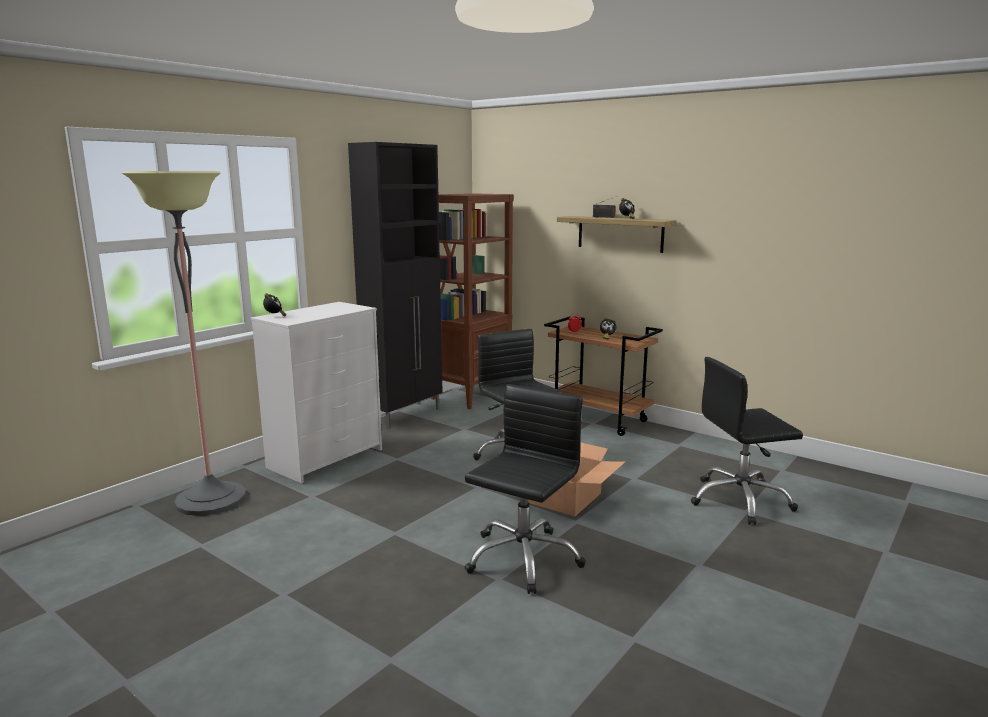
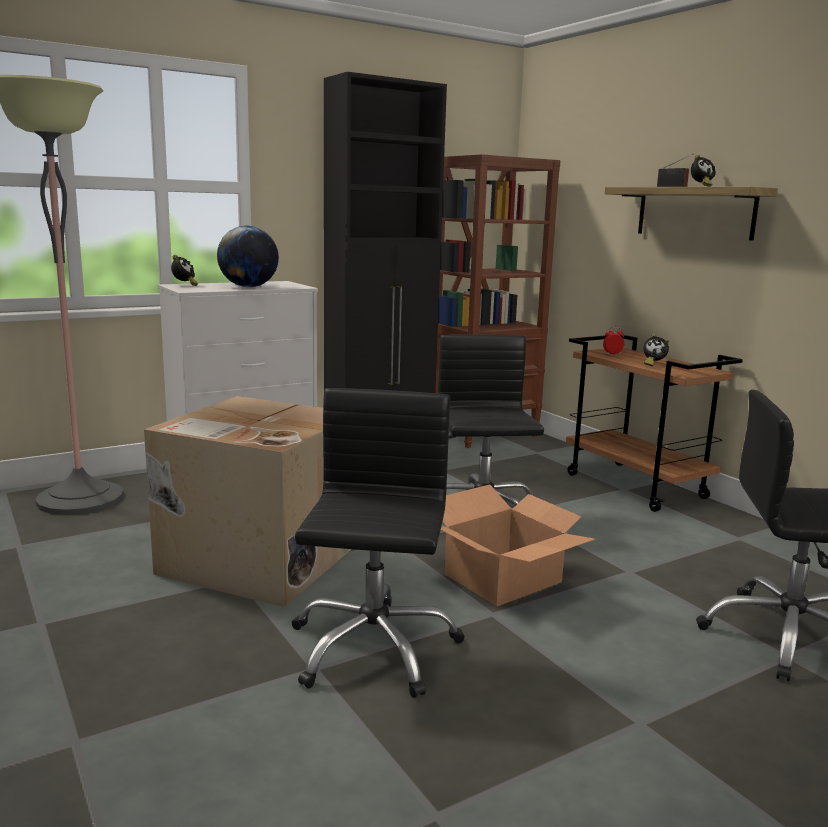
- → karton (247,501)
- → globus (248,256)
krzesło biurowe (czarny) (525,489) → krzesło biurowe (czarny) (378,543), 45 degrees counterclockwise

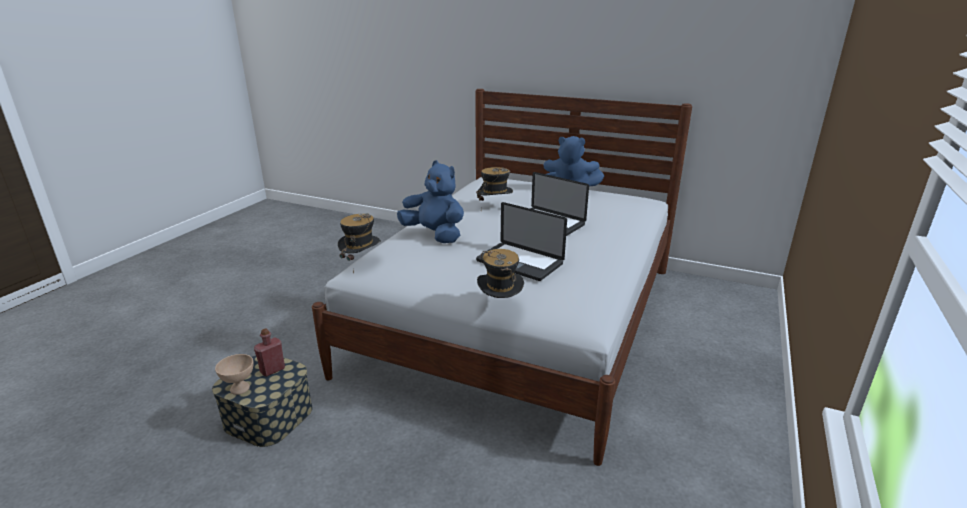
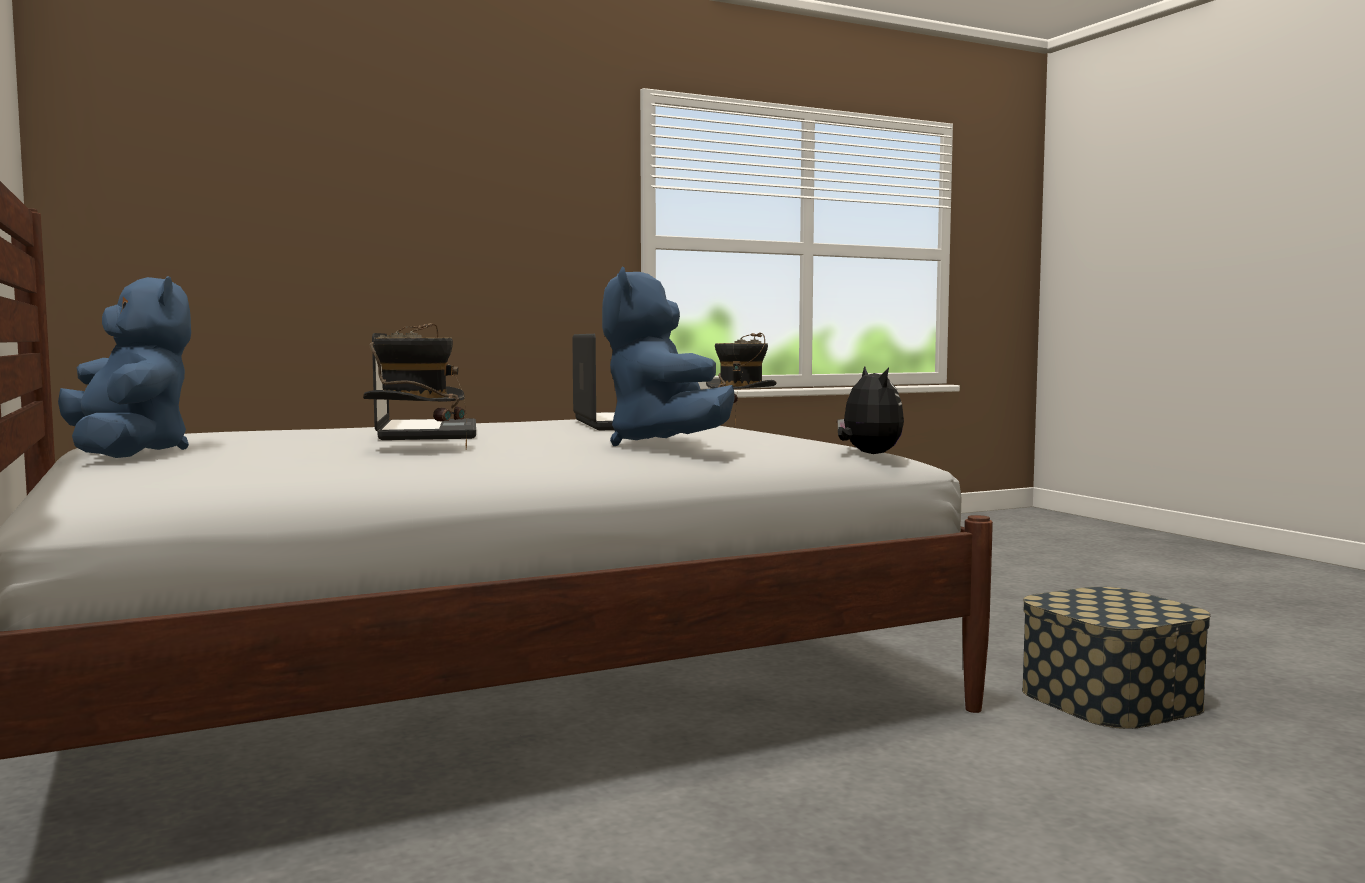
miska (beżowy) (234,374) → -
butelka (czerwony) (269,352) → -
kapelusz (359,243) → pluszak (871,410)

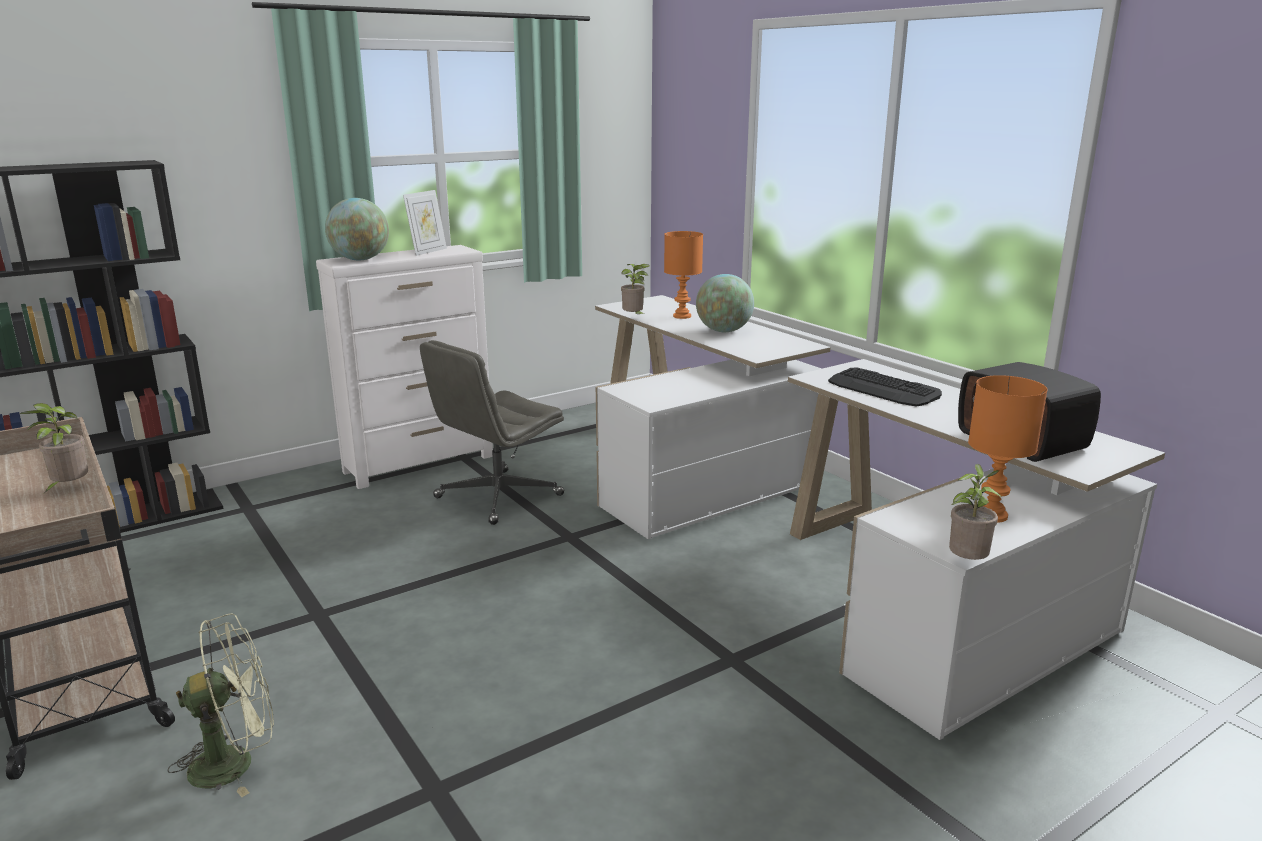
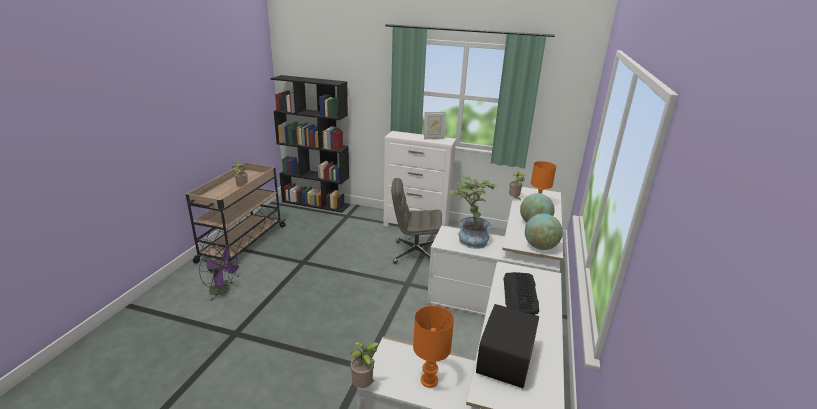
- → roślina doniczkowa (473,212)
globus (357,229) → globus (544,232), relocated
wentylator (zielony) (221,705) → wentylator (fioletowy) (220,272)

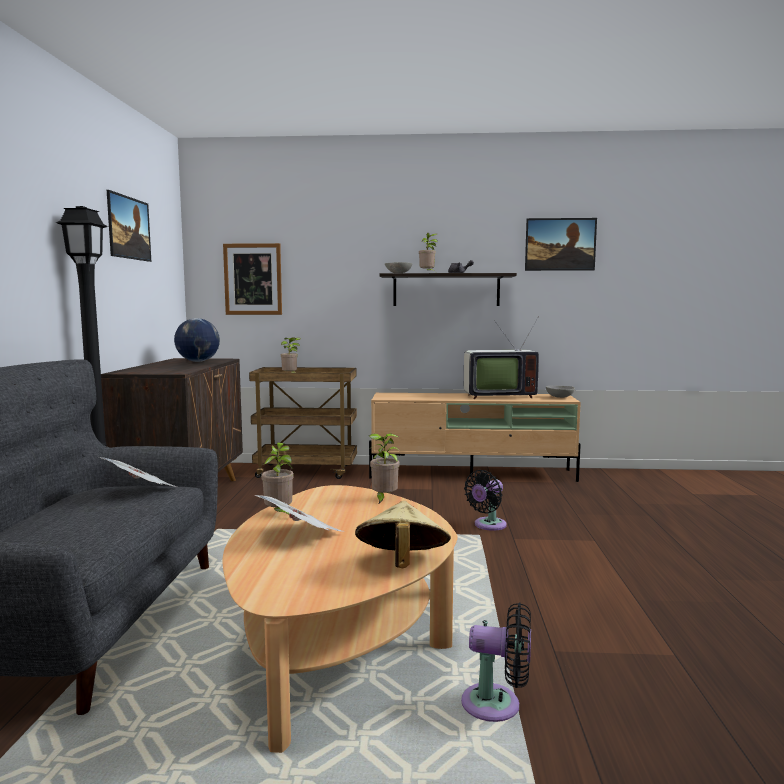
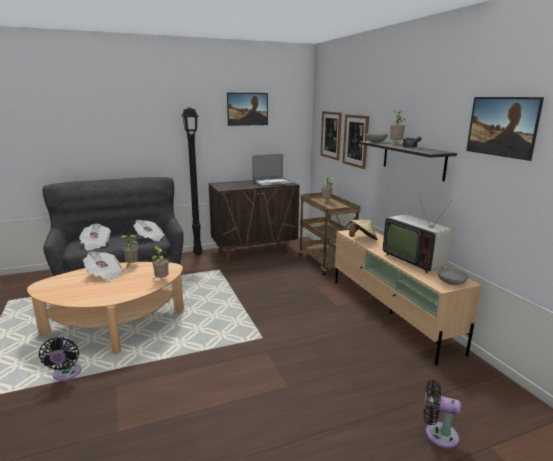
- → gazeta (95,237)
- → obraz (355,141)
kapelusz (beżowy) (403,534) → kapelusz (beżowy) (363,230), relocated
wentylator (czarny) (485,500) → wentylator (czarny) (442,414), relocated
globus (197,340) → laptop (272,170)

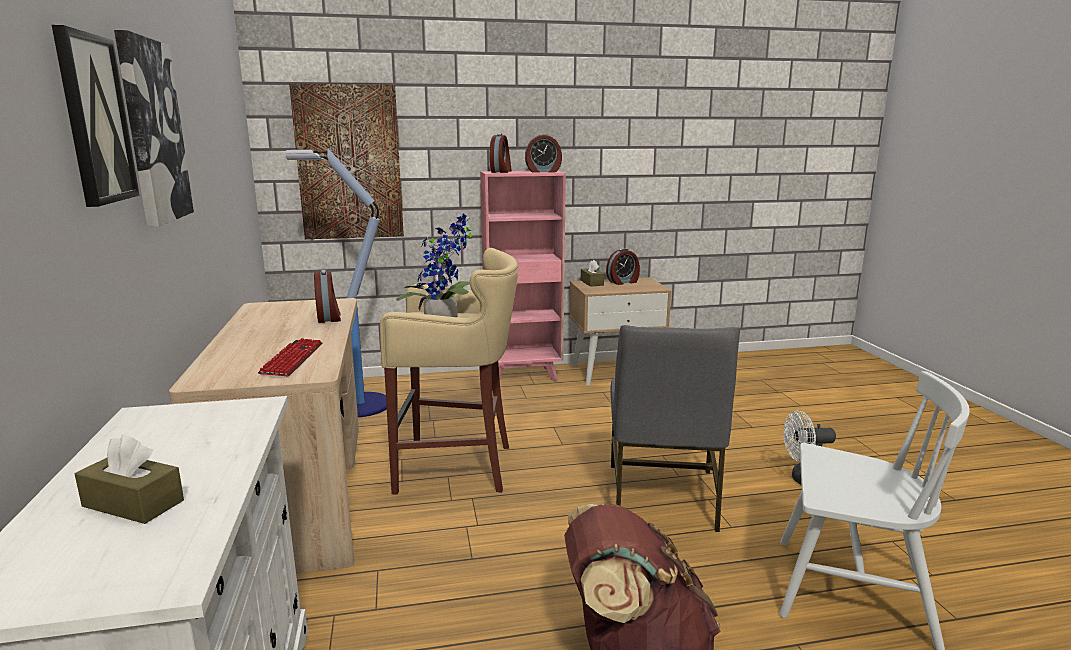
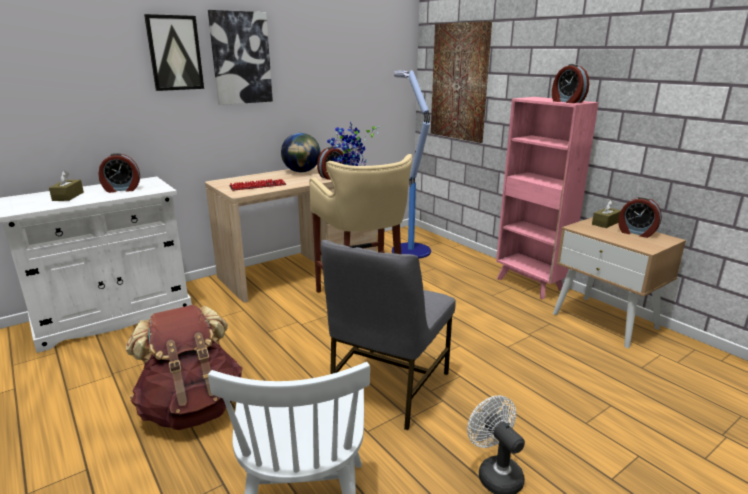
- → globus (301,152)
budzik (501,153) → budzik (119,173), relocated
krzesło (szary) (675,428) → krzesło (szary) (388,335), 45 degrees counterclockwise

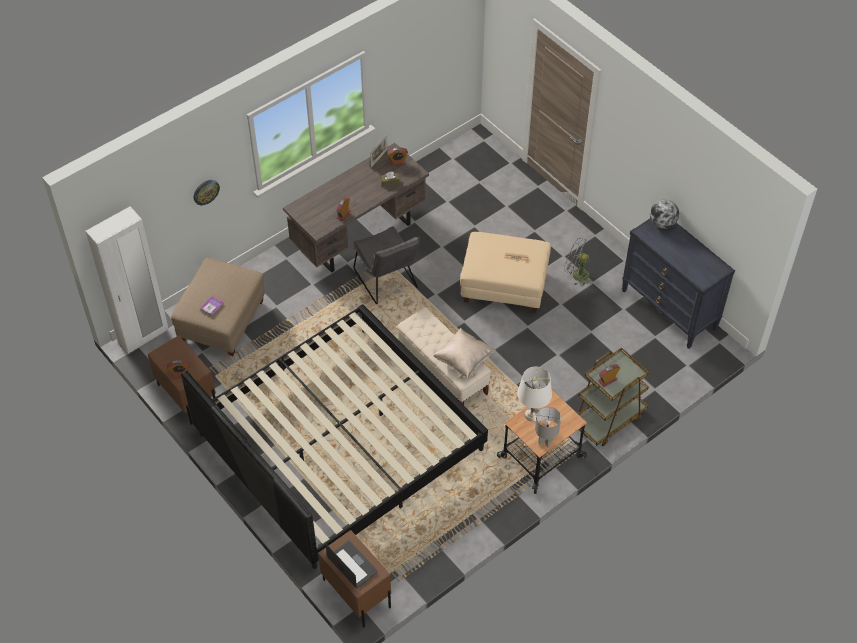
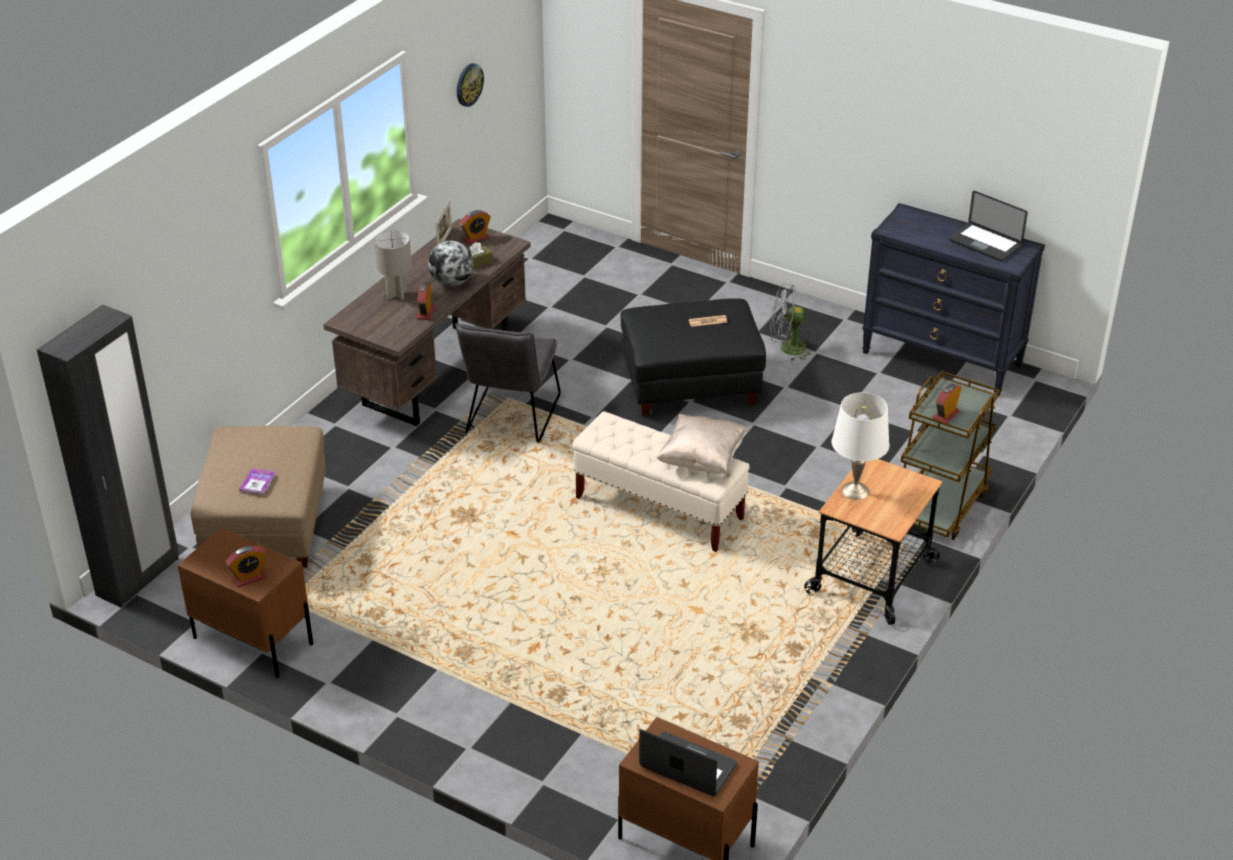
łóżko (334,436) → -
- → laptop (988,226)
zegar ścienny (207,192) → zegar ścienny (470,85), relocated
lampa stołowa (szary) (548,427) → lampa stołowa (szary) (393,265), relocated
globus (664,214) → globus (451,263), relocated
szafa (biały) (127,280) → szafa (czarny) (108,456)
pufa (beżowy) (505,272) → pufa (czarny) (693,357)
krzesło (szary) (386,265) → krzesło (szary) (508,383), 60 degrees clockwise

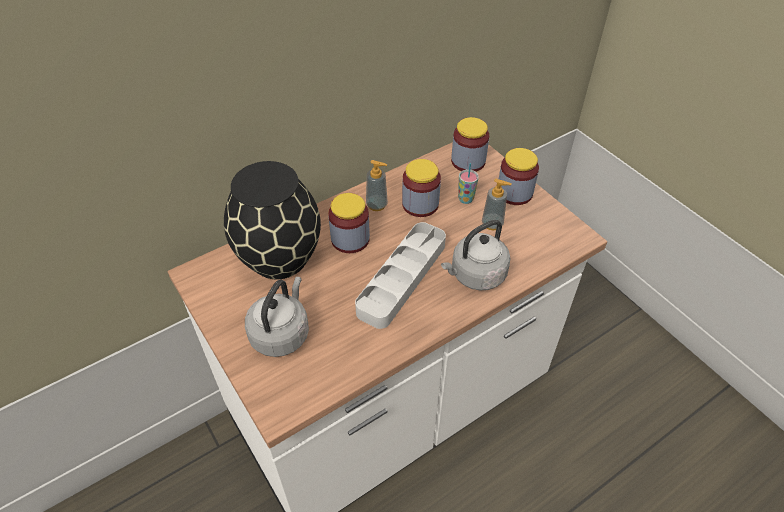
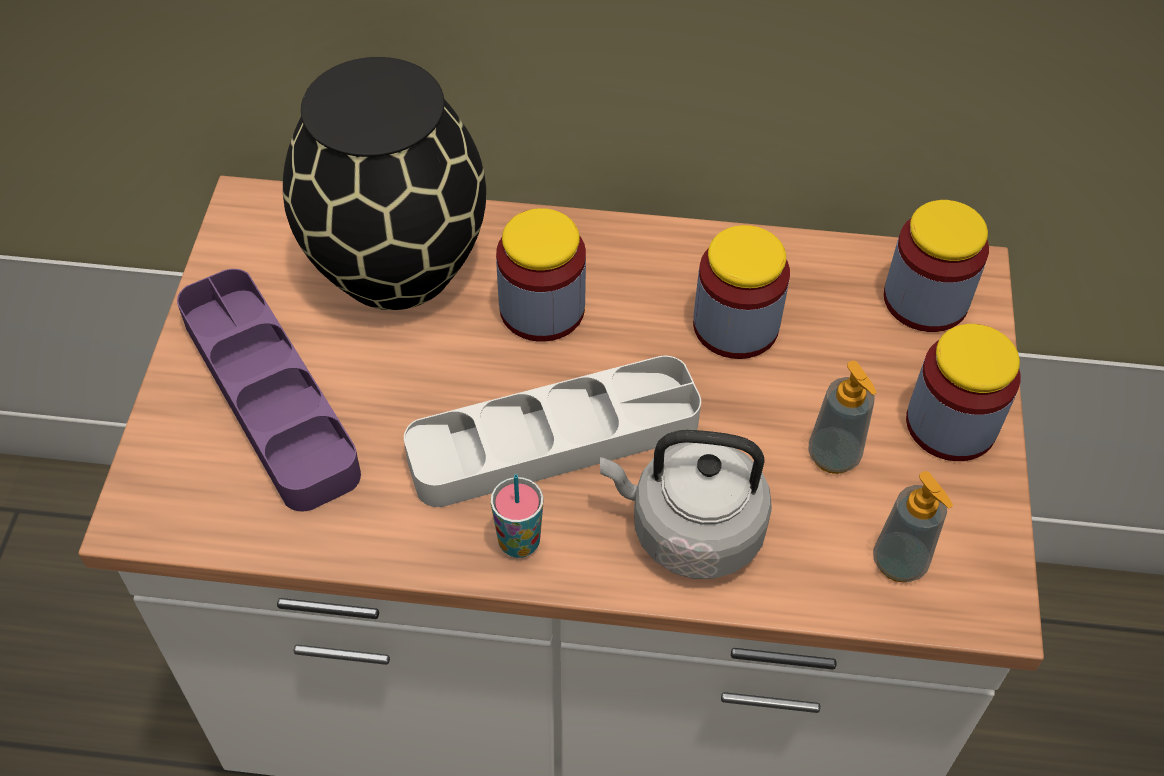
dozownik mydła (377,185) → dozownik mydła (913,526), relocated
filiżanka (468,183) → filiżanka (517,516), relocated
czajnik (szary) (277,317) → taca (fioletowy) (269,390)

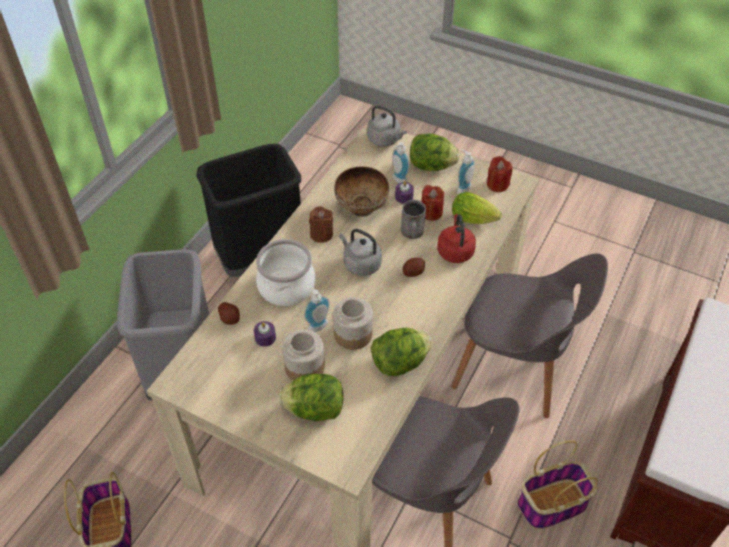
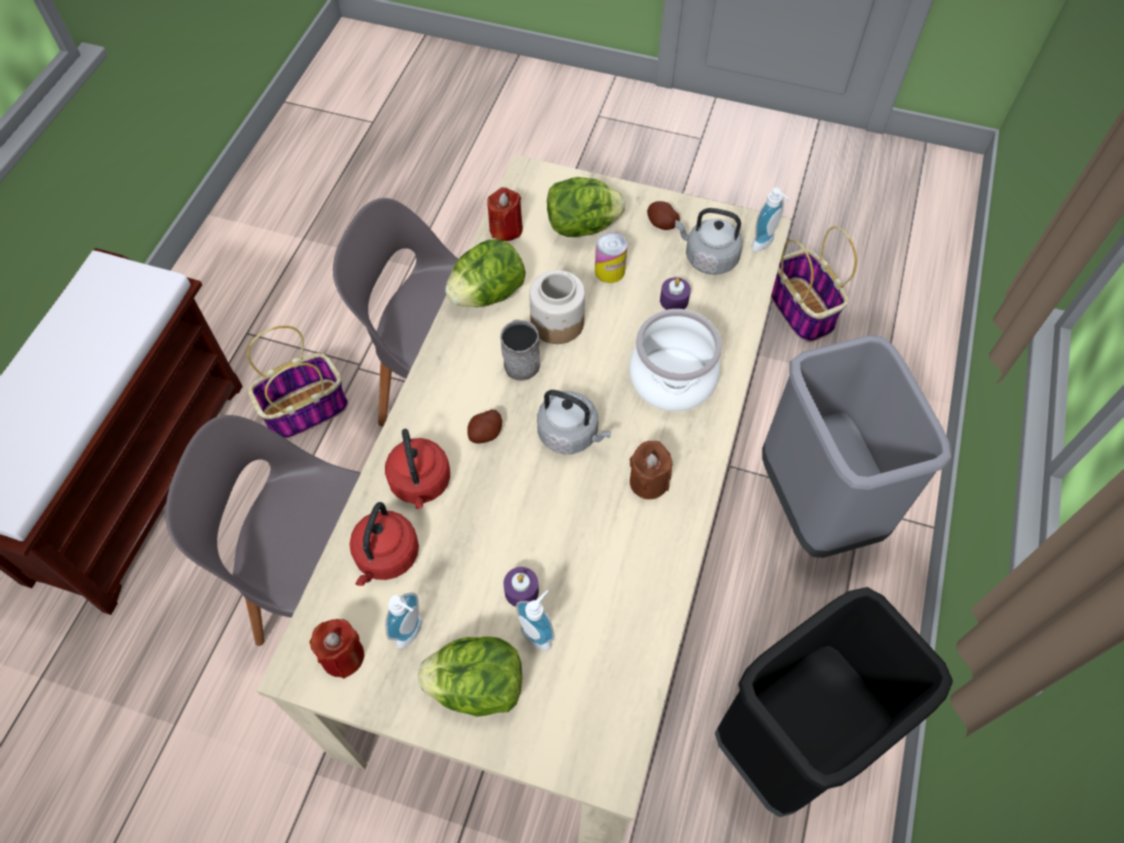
miska (361,191) → -
ziemniak (229,313) → ziemniak (663,215), relocated
dozownik mydła (317,308) → dozownik mydła (770,219), relocated
czajnik (szary) (387,126) → czajnik (szary) (709,241), relocated
kubek (szary) (413,219) → kubek (szary) (520,350), relocated
świeca (czerwony) (432,203) → świeca (czerwony) (505,214), relocated
słoik (304,354) → puszka (611,257)
sałata (477,208) → czajnik (czerwony) (384,544)

